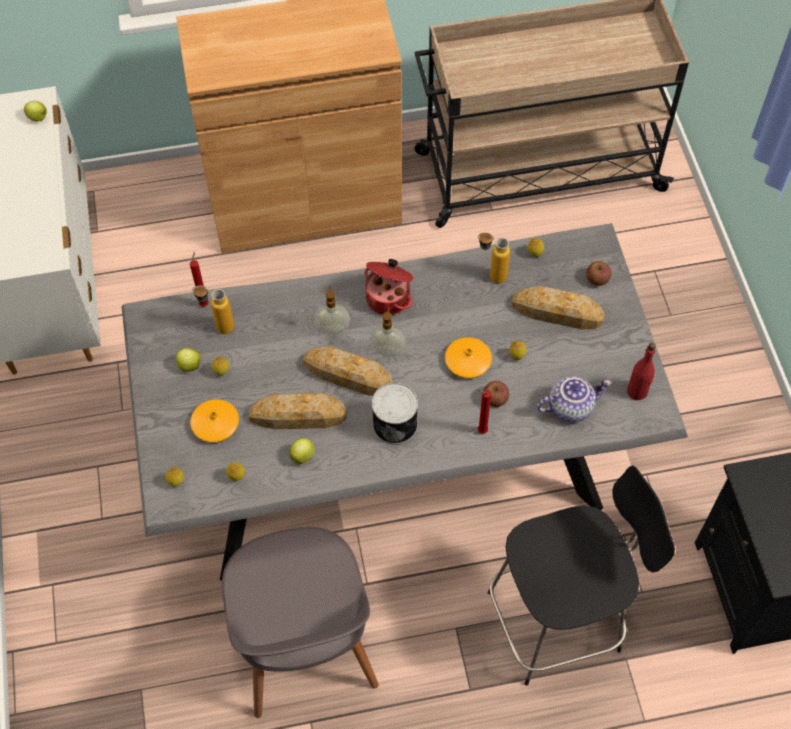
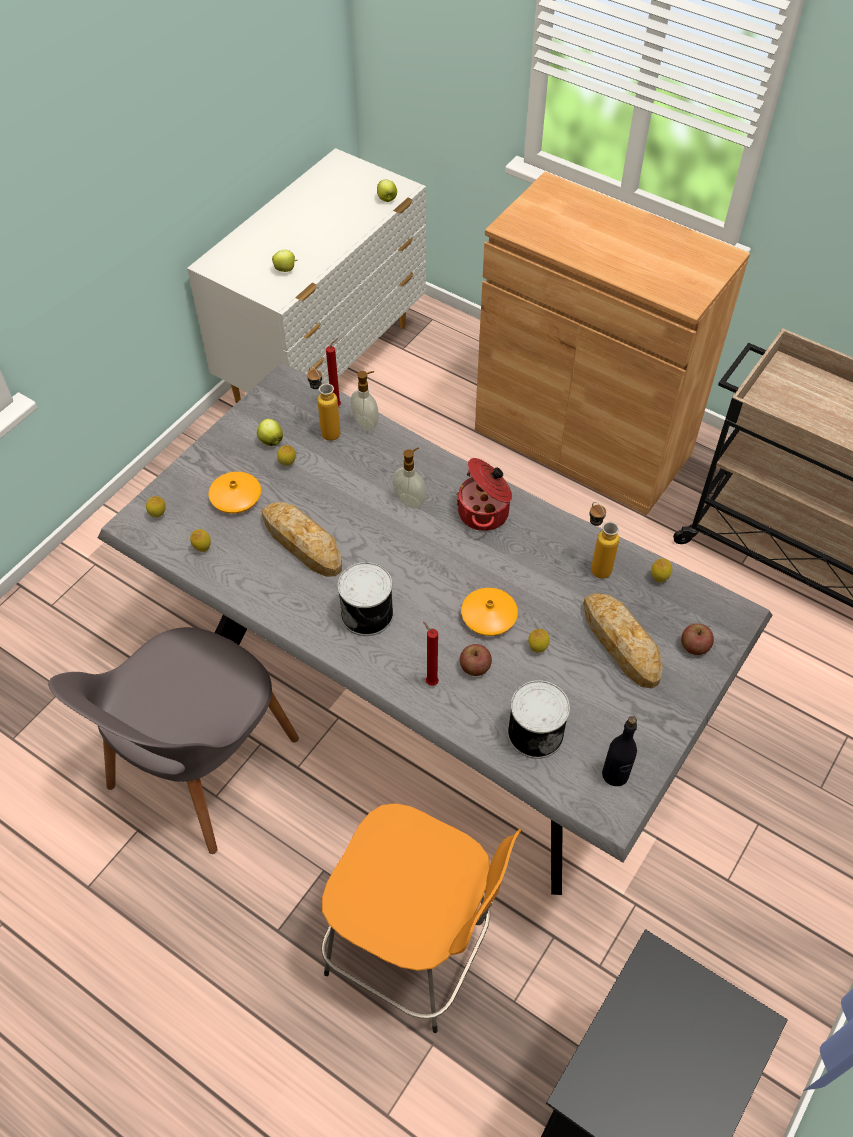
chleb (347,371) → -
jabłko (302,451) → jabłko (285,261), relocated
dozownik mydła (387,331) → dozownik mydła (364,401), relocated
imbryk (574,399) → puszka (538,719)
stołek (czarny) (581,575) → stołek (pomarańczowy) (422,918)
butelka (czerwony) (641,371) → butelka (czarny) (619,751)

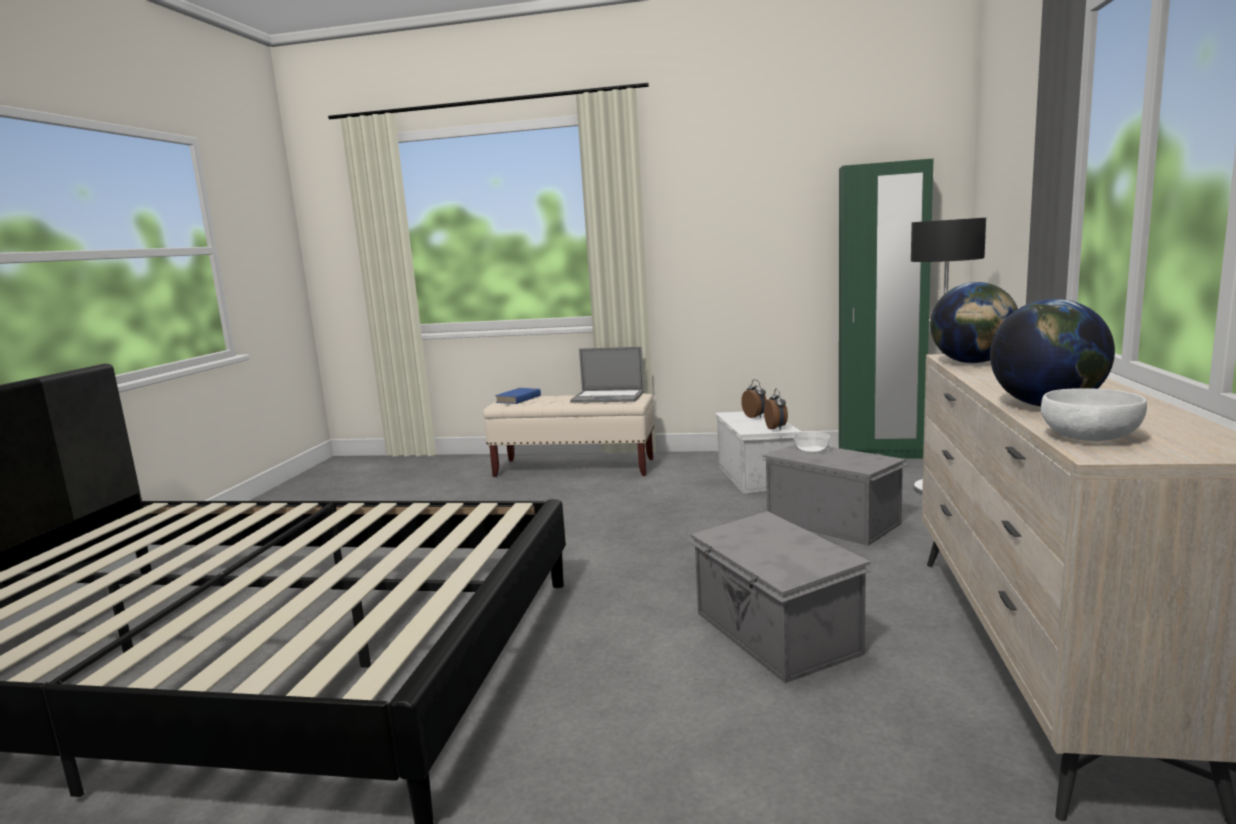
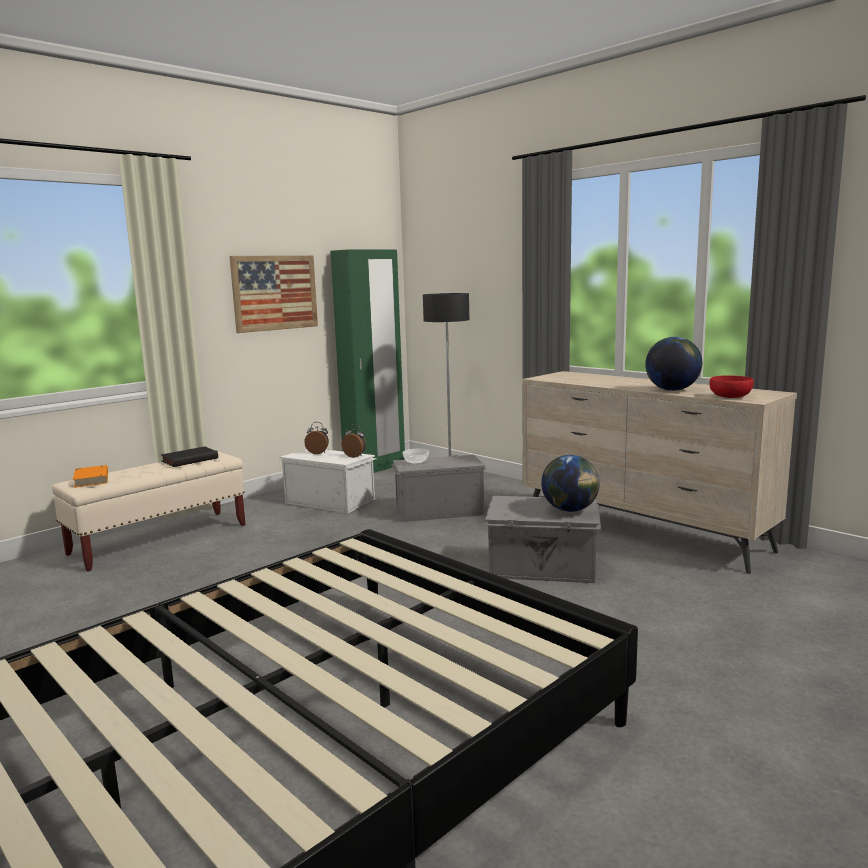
- → obraz (273,294)
globus (974,322) → globus (570,483), relocated
laptop (607,375) → książka (czarny) (189,456)
książka (niebieski) (518,396) → książka (pomarańczowy) (90,476)
miska (biały) (1094,415) → miska (czerwony) (731,386)

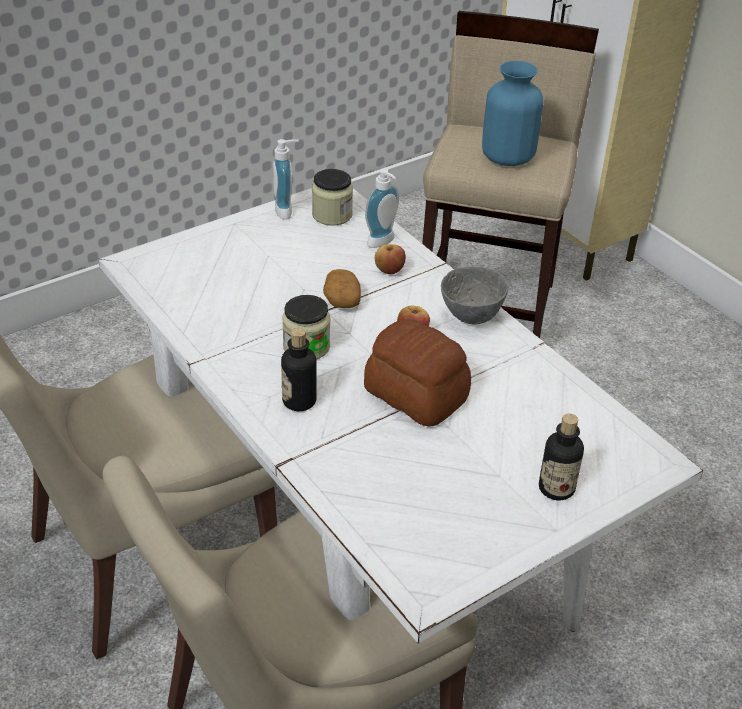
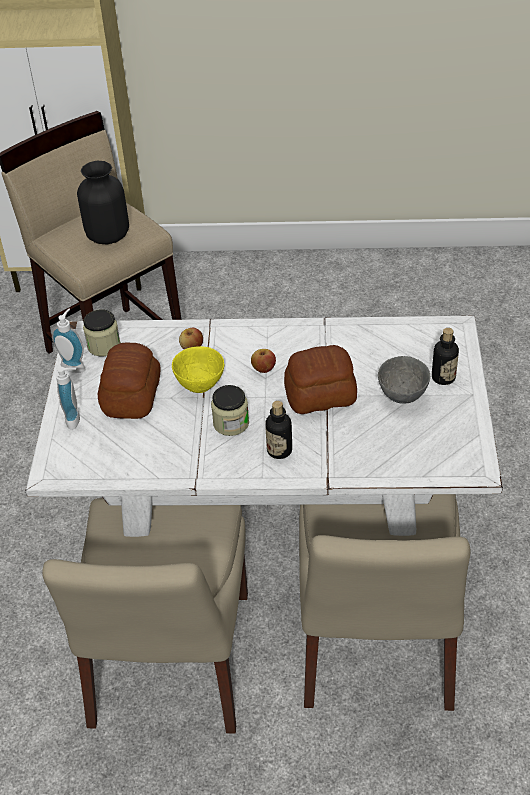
- → chleb (129,380)
dozownik mydła (382,208) → dozownik mydła (68,398), relocated
miska (szary) (474,295) → miska (szary) (404,380), relocated
ziemniak (342,288) → miska (żółty) (198,369)
wazon (niebieski) (512,113) → wazon (czarny) (103,202)

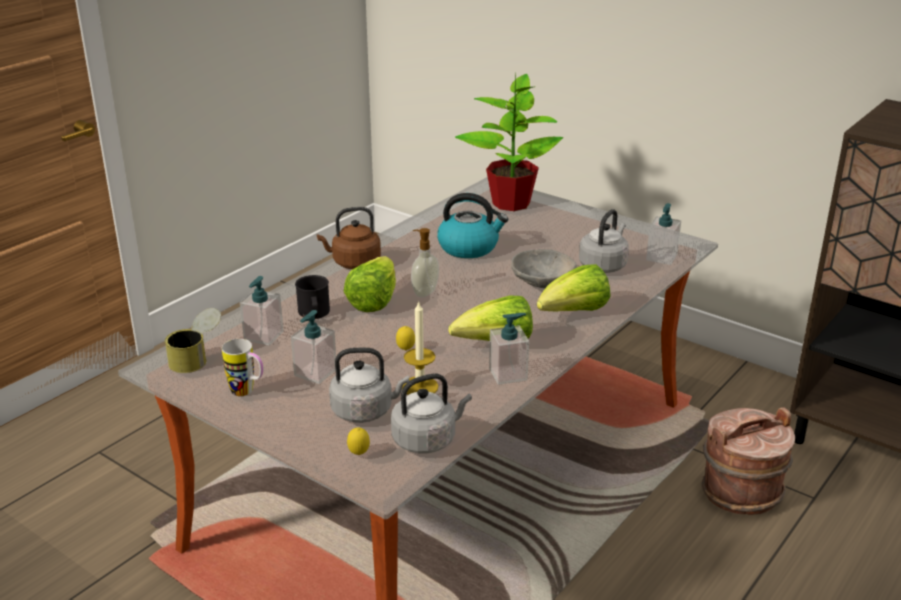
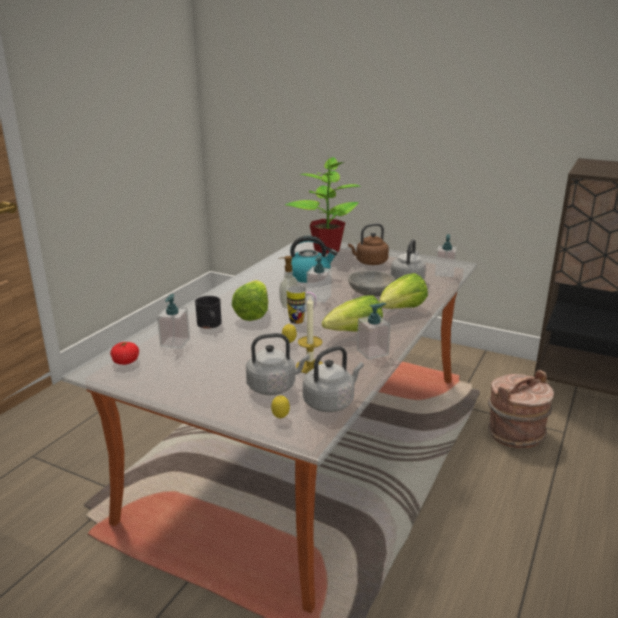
kubek (242,367) → kubek (301,304), relocated
dozownik mydła (313,347) → dozownik mydła (319,279), relocated
czajnik (brązowy) (349,238) → czajnik (brązowy) (368,244), relocated
puszka (193,340) → pomidor (124,353)

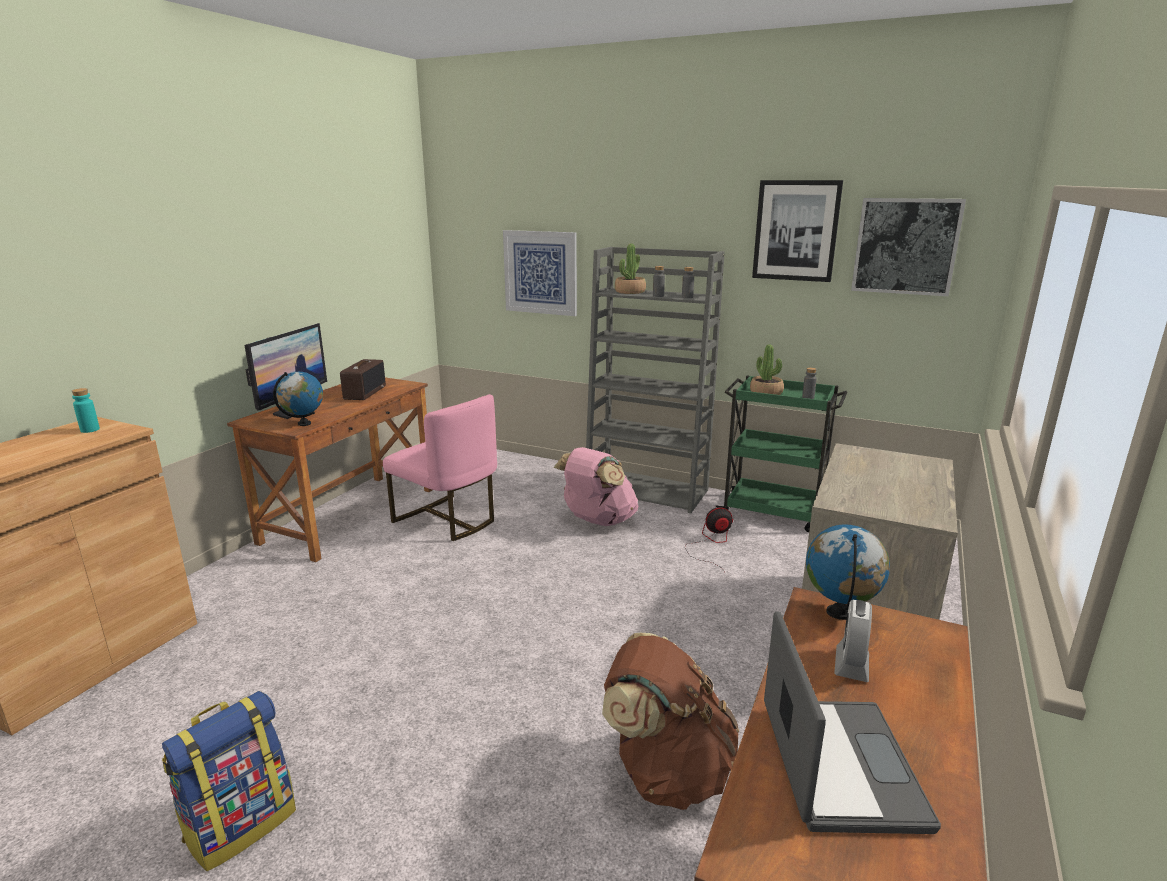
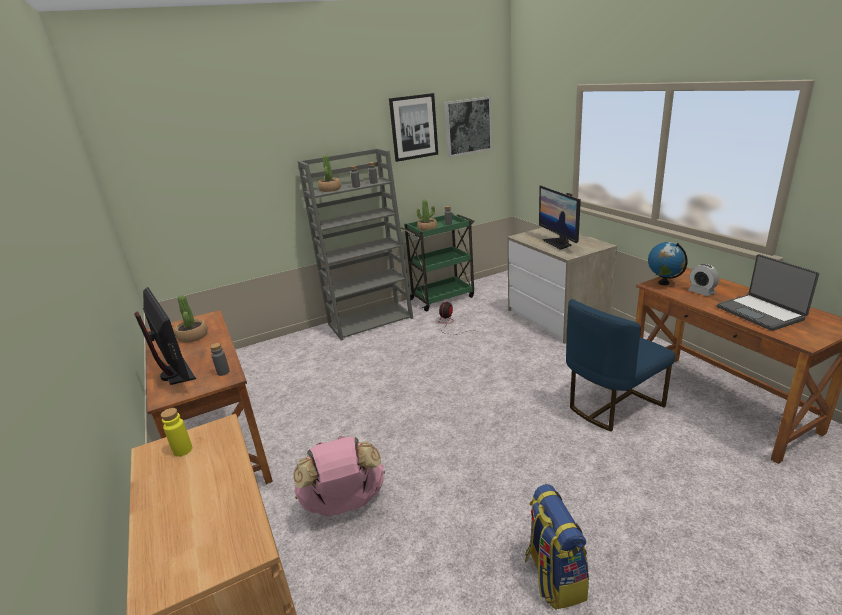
krzesło (różowy) (440,467) → -
obraz (540,273) → -
- → monitor (560,218)
plecak (różowy) (596,486) → plecak (różowy) (339,476), relocated
globus (298,399) → butelka (szary) (220,359)
radio (363,379) → roślina doniczkowa (191,319)
plecak (brązowy) (670,721) → krzesło (niebieski) (620,365)
butelka (turkusowy) (86,410) → butelka (żółty) (176,432)
laptop (852,723) → laptop (768,292), 150 degrees counterclockwise

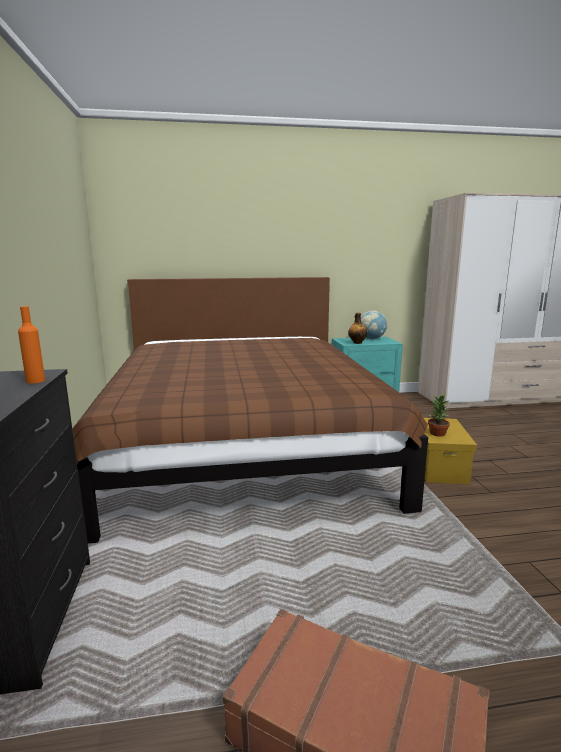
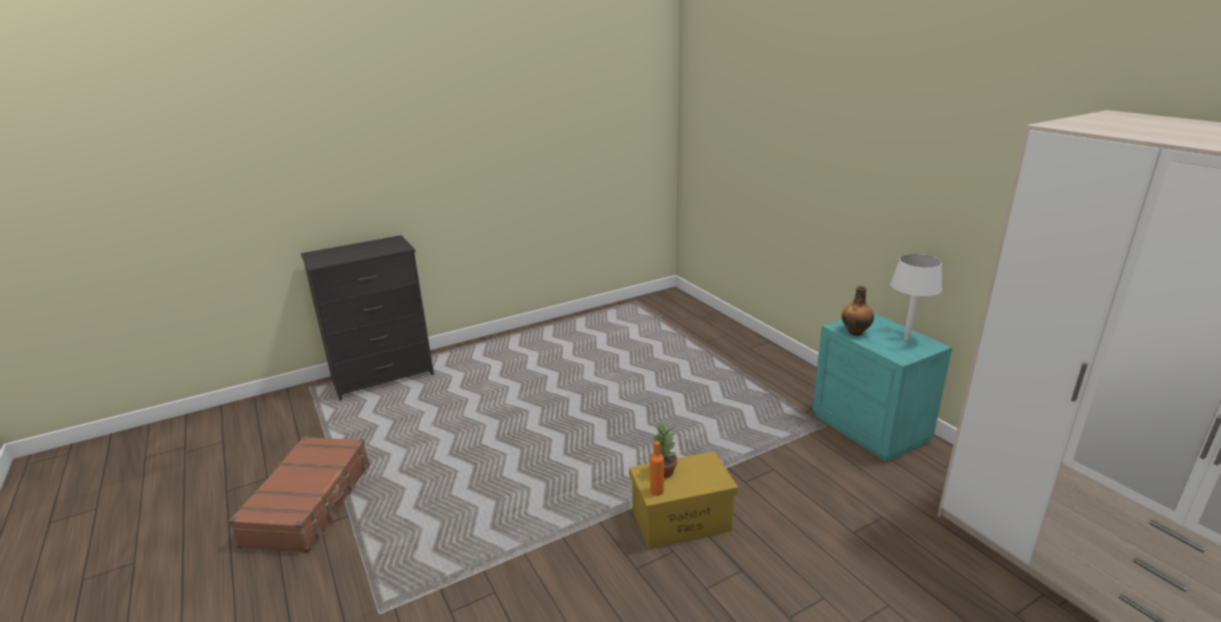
łóżko (brązowy) (250,410) → -
butelka (pomarańczowy) (31,345) → butelka (pomarańczowy) (657,468), relocated
globus (374,325) → lampa stołowa (biały) (916,297)

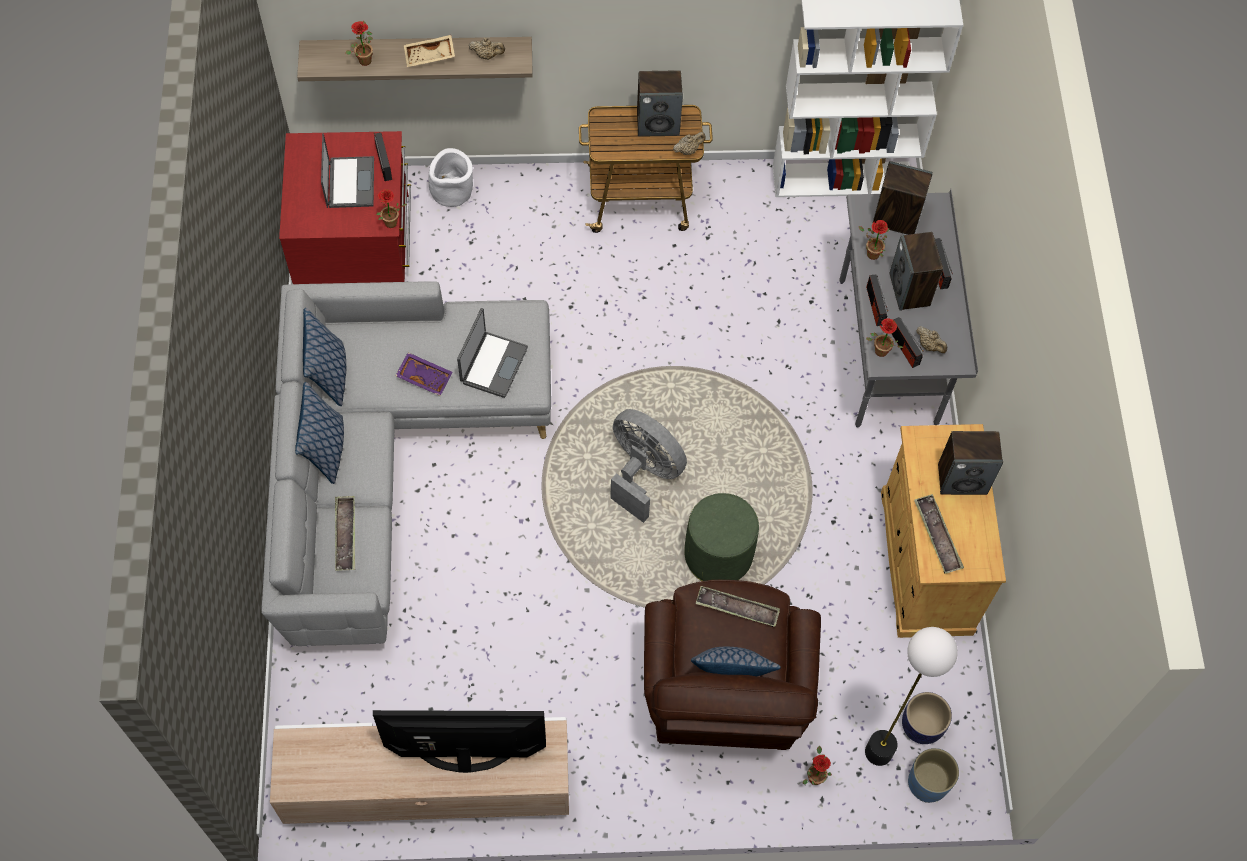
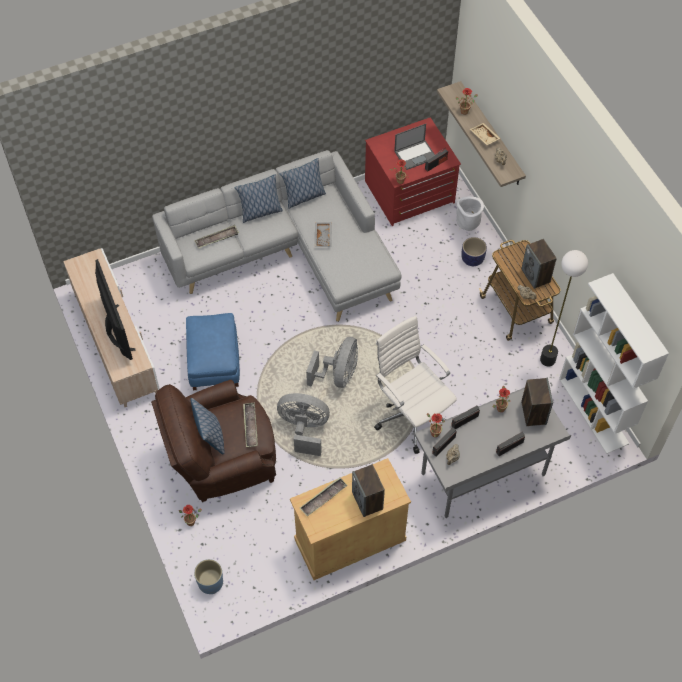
laptop (492,353) → -
głośnik (916,271) → -
- → pufa (niebieski) (213,351)
- → krzesło biurowe (biały) (415,385)
lampa stojąca (911,696) → lampa stojąca (564,308), relocated
donica (927,718) → donica (474,251), relocated
pufa (zielony) (721,537) → wentylator (szary) (303,424)
taca (fioletowy) (424,374) → taca (szary) (323,234)

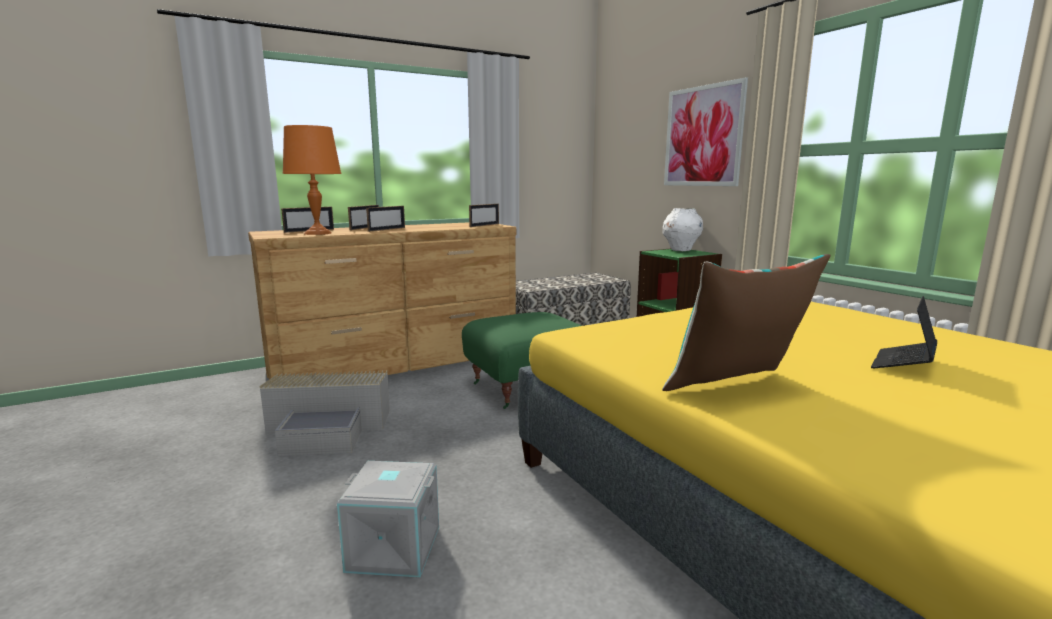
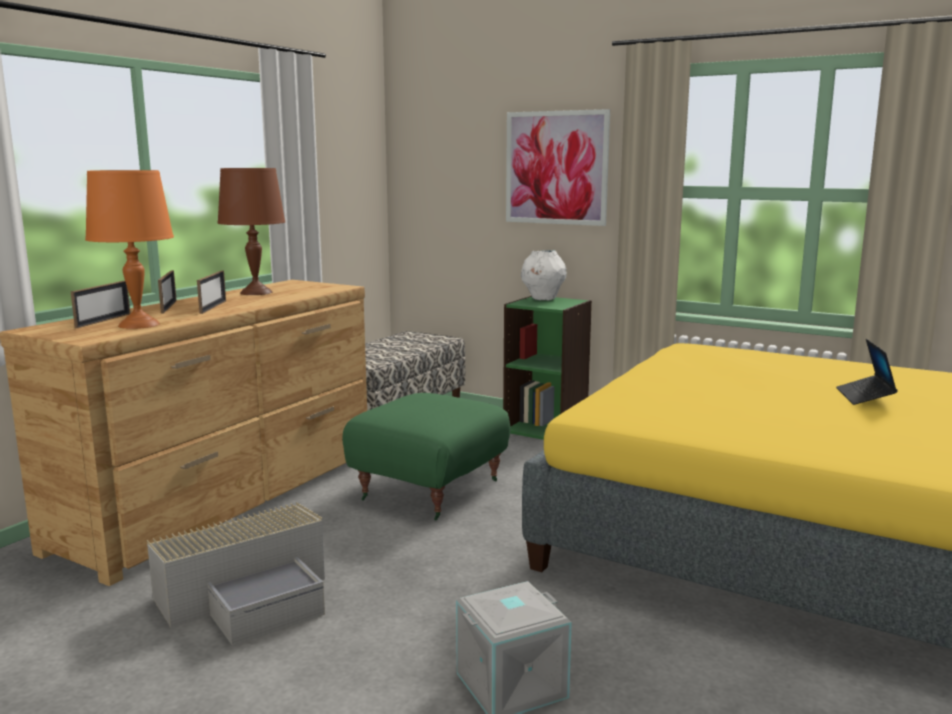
ramka na zdjęcie (484,215) → -
poduszka (746,322) → -
- → lampa stołowa (brązowy) (251,231)

